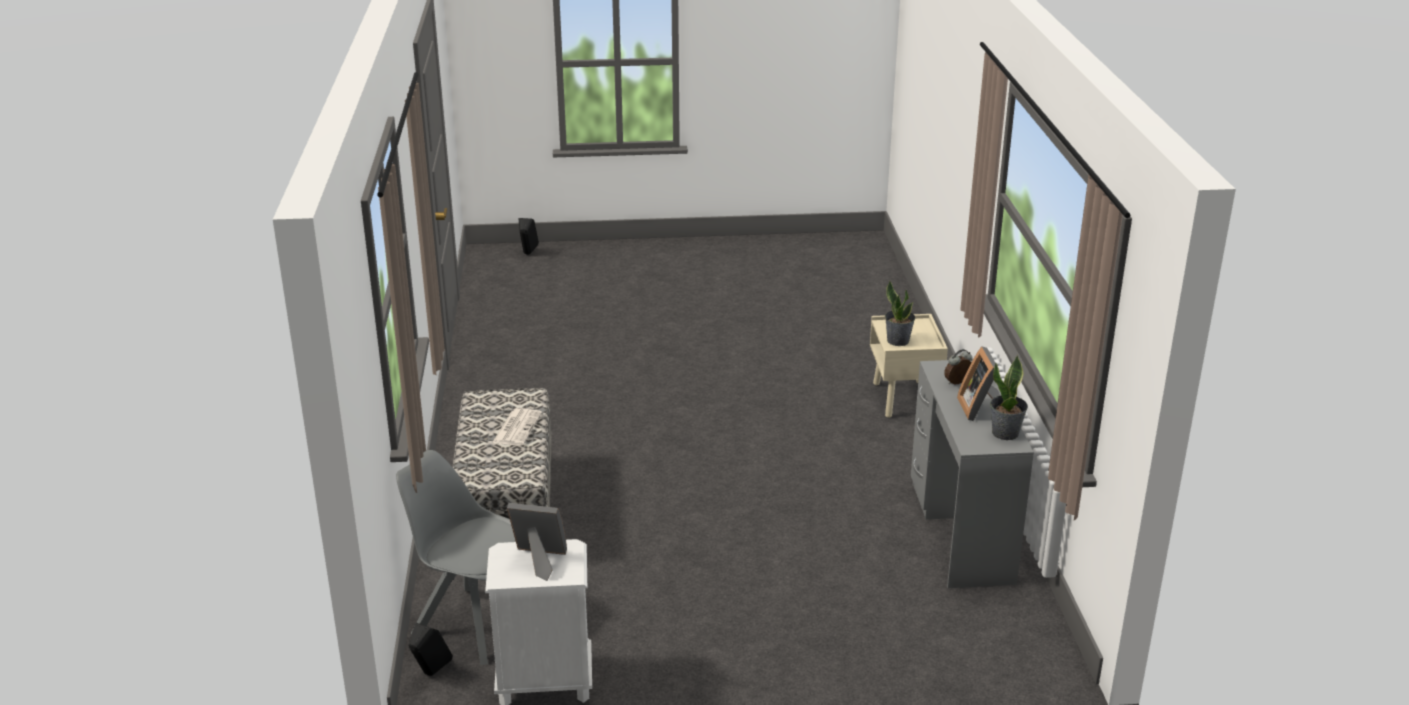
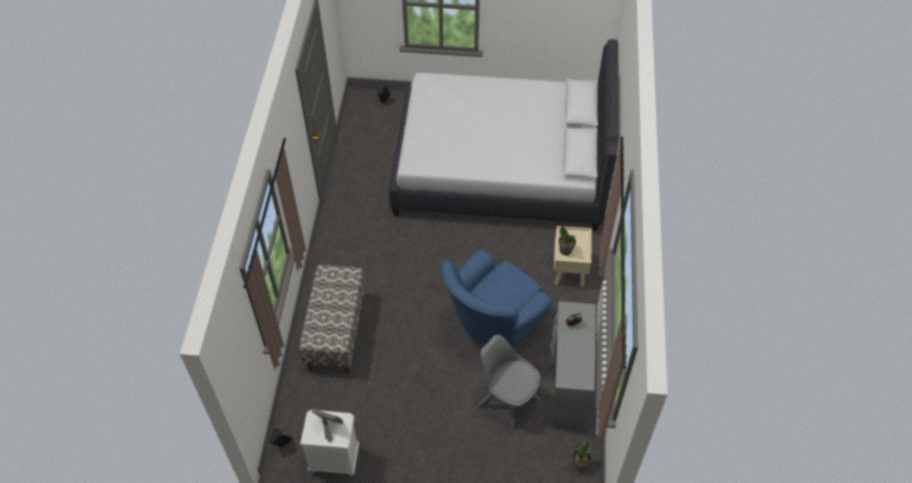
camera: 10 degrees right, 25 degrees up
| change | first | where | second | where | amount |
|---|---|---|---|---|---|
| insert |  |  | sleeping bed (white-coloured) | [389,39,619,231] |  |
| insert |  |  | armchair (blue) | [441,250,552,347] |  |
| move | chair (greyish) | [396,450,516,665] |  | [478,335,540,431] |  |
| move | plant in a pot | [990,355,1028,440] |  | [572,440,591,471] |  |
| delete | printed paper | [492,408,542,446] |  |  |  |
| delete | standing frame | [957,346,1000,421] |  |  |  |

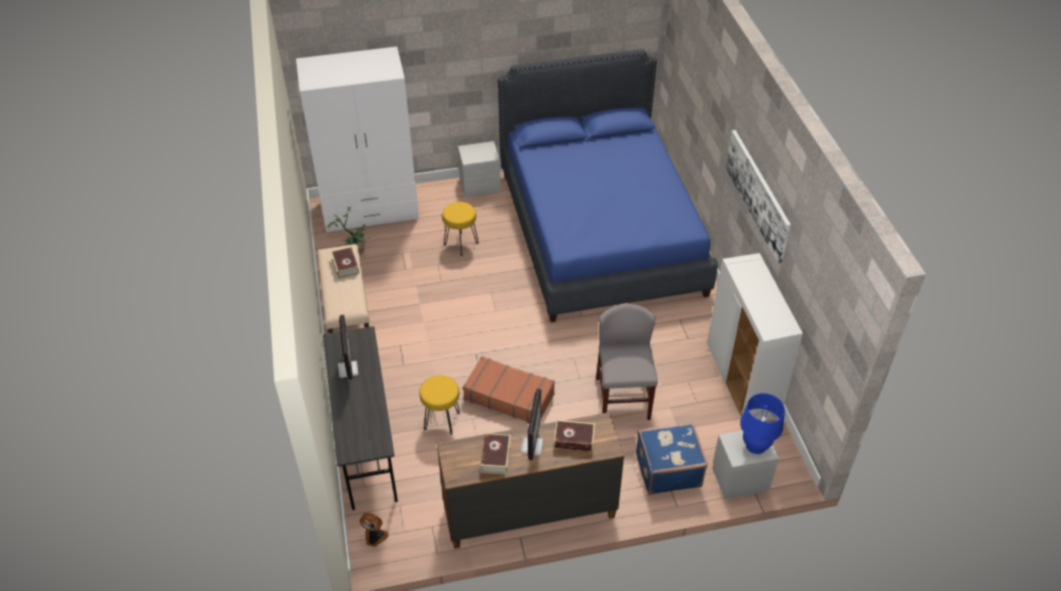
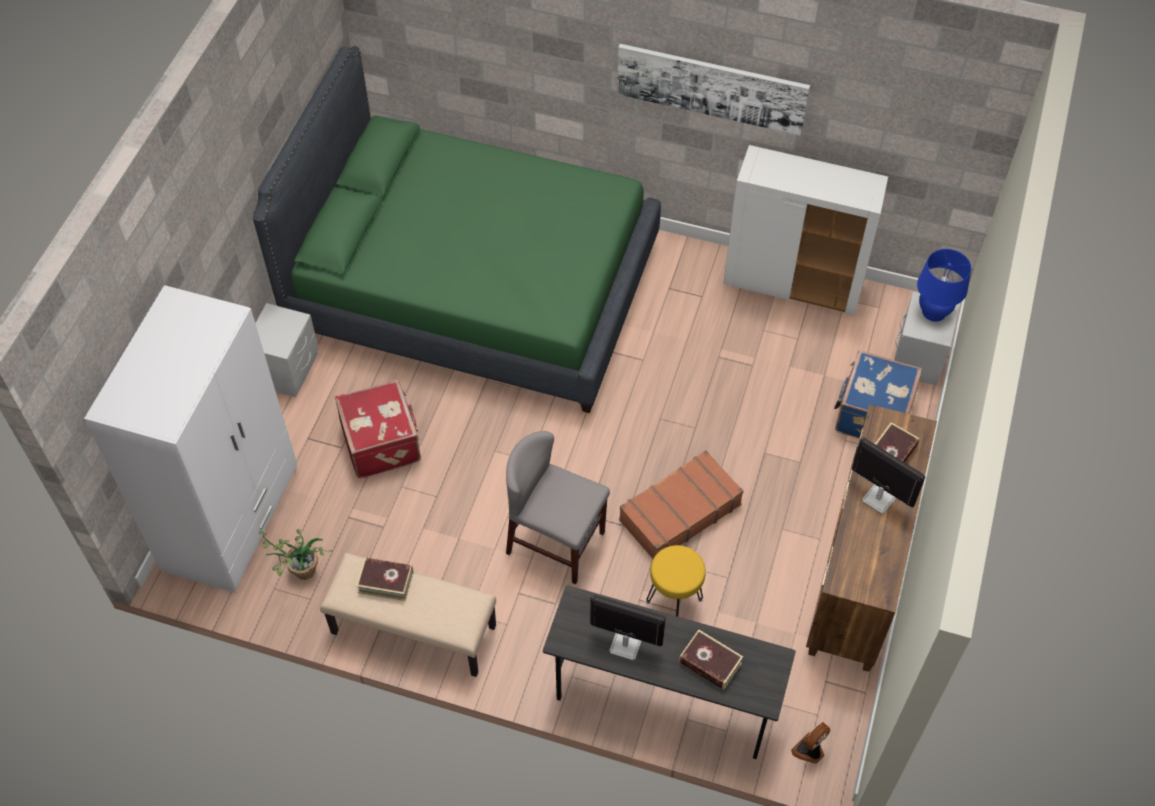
camera: 60 degrees left, 10 degrees up
| change | first | where | second | where | amount |
|---|---|---|---|---|---|
| recolor | sleeping bed (blue) | [498,49,718,322] | sleeping bed (greenish) | [253,46,661,413] |  |
| replace | stool seat (yellow) | [442,202,479,256] | piece of luggage (red-coloured) | [335,380,421,479] |  |
| move | chair (greyish) | [596,304,658,420] |  | [506,431,610,584] |  |
| move | volume | [480,433,511,475] |  | [679,630,743,690] |  |

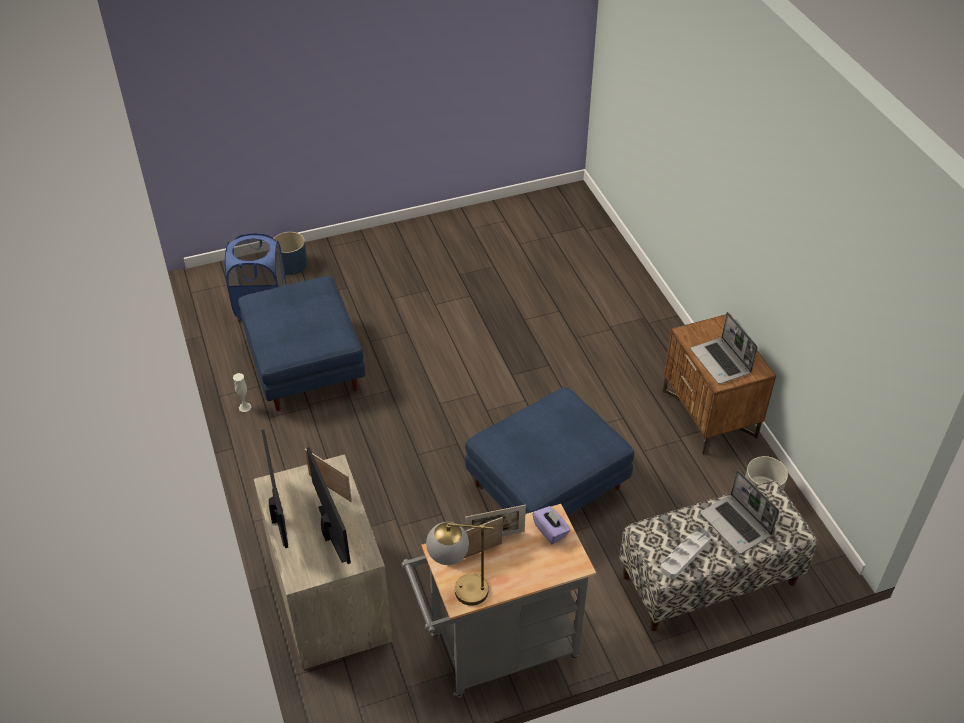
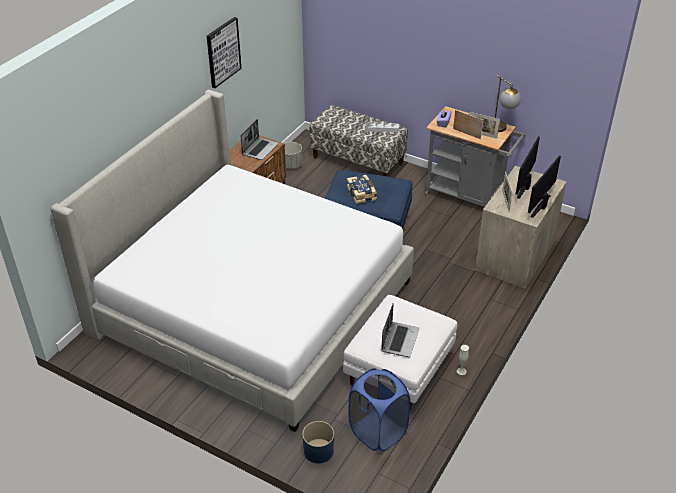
camera: 130 degrees left, 5 degrees down
| change | first | where | second | where | amount |
|---|---|---|---|---|---|
| insert |  |  | sleeping bed | [50,89,414,432] |  |
| insert |  |  | picture | [207,17,242,88] |  |
| recolor | footrest (blue) | [238,276,365,411] | footrest (white-coloured) | [343,295,457,410] |  |
| insert |  |  | volume | [347,175,377,204] |  |
| move | notebook computer | [700,470,779,554] |  | [381,303,420,357] |  |

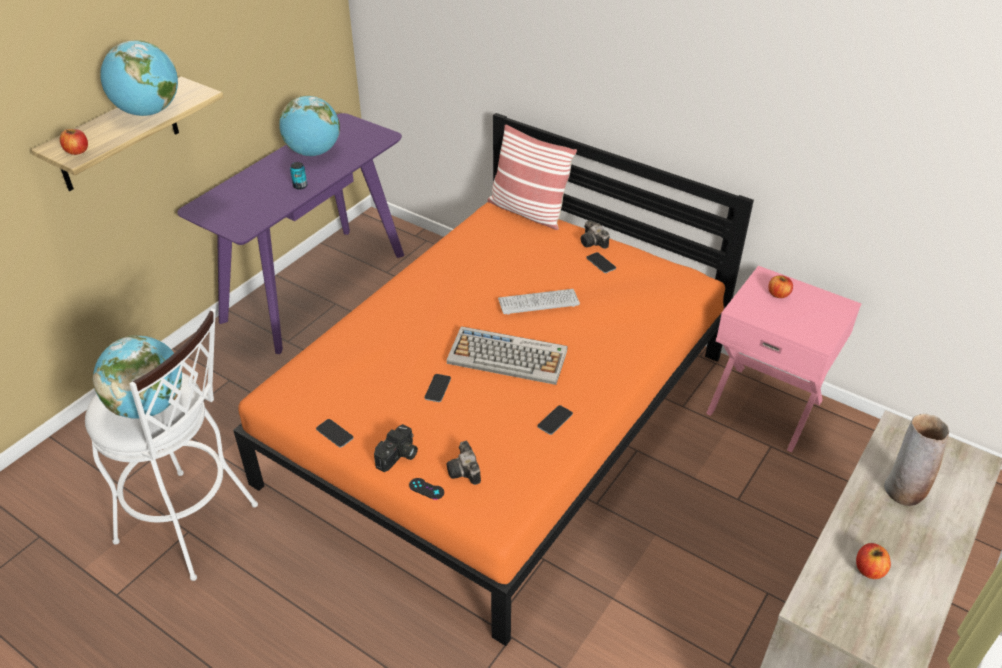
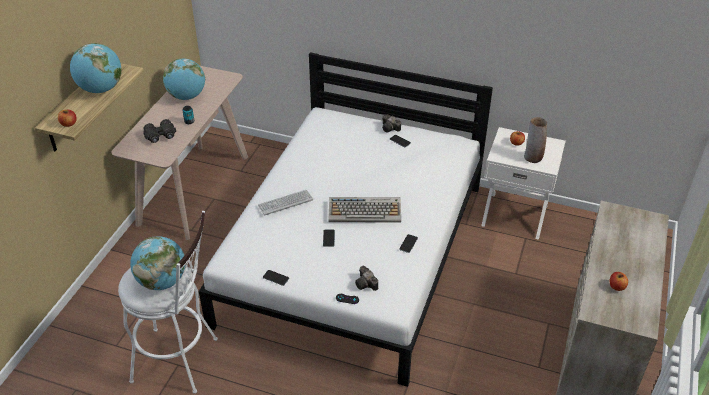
camera: 15 degrees left, 0 degrees up
| change | first | where | second | where | amount |
|---|---|---|---|---|---|
| recolor | narrow table (purple-coloured) | [177,113,404,354] | narrow table (beige) | [112,66,248,240] |  |
| insert |  |  | binoculars (black) | [143,119,176,143] |  |
| recolor | sleeping bed (orangey) | [233,113,754,646] | sleeping bed (white-coloured) | [199,52,493,387] |  |
| move | computer keyboard | [498,289,580,315] |  | [258,190,313,215] |  |
| recolor | night table (pink) | [706,266,861,452] | night table (white-coloured) | [481,127,566,240] |  |
| move | decorative vase | [884,414,949,506] |  | [524,117,547,163] |  |
| delete | photo camera | [374,424,418,472] |  |  |  |
| delete | pillow | [487,125,577,230] |  |  |  |

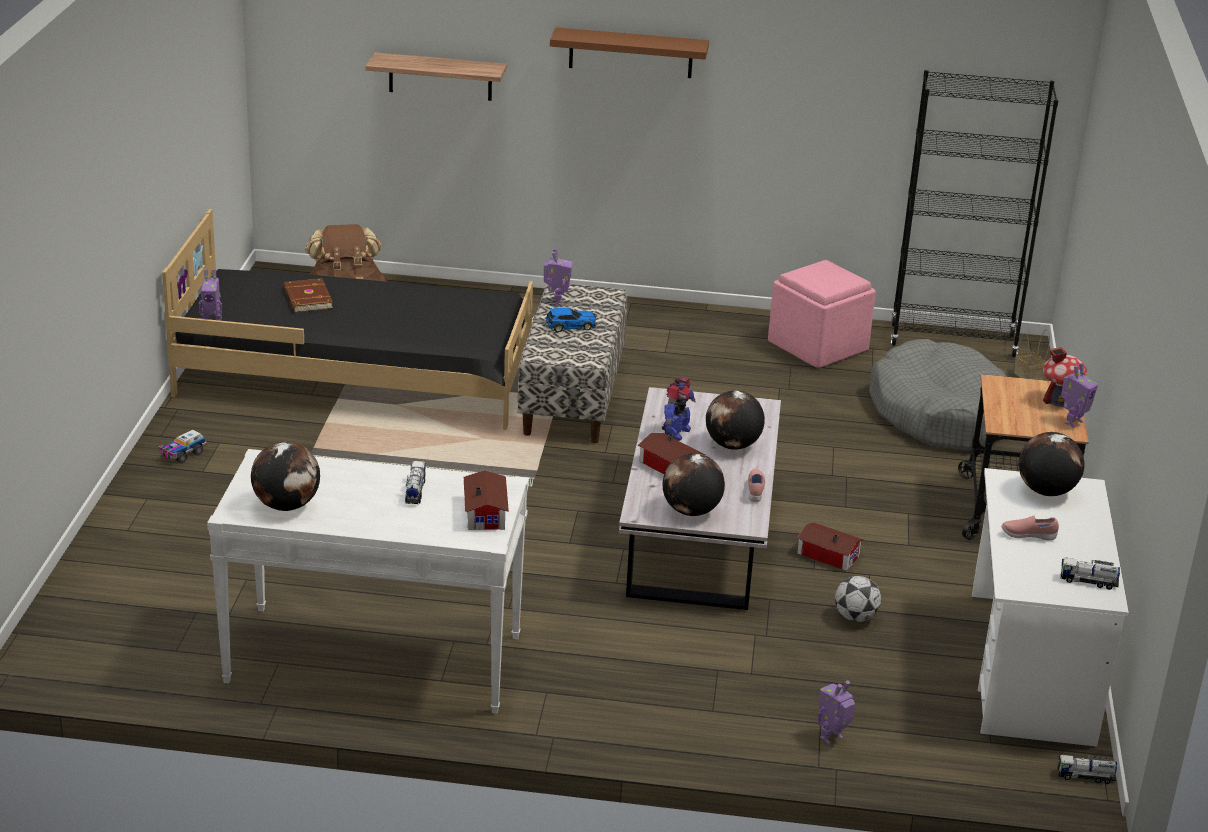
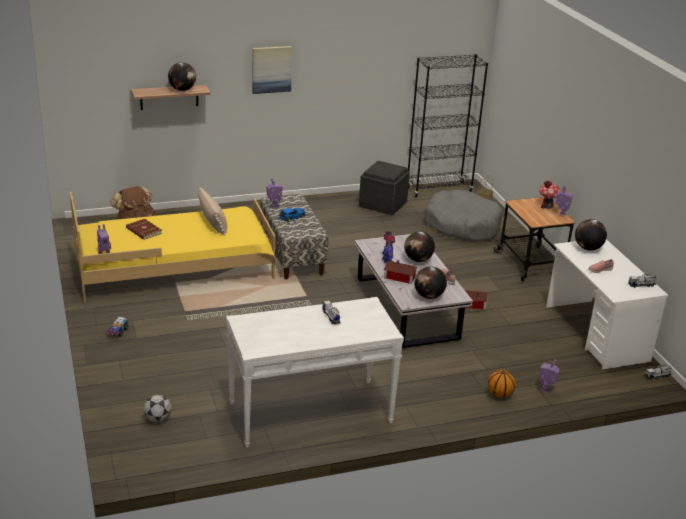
camera: 25 degrees left, 0 degrees up
| change | first | where | second | where | amount |
|---|---|---|---|---|---|
| recolor | sleeping bed (black) | [162,209,533,430] | sleeping bed (yellow) | [70,192,275,302] |  |
| move | football ball | [835,576,881,622] |  | [144,395,171,422] |  |
| move | globe | [251,441,320,511] |  | [168,62,196,91] |  |
| insert |  |  | pillow (beige) | [198,187,227,236] |  |
| replace | bracket shelf (brown-coloured) | [550,27,709,78] | picture | [252,46,292,94] |  |
| recolor | footrest (pink) | [768,260,876,368] | footrest (greyish) | [359,161,410,215] |  |
| insert |  |  | basketball | [488,370,516,398] |  |
| delete | model house | [464,470,509,530] |  |  |  |

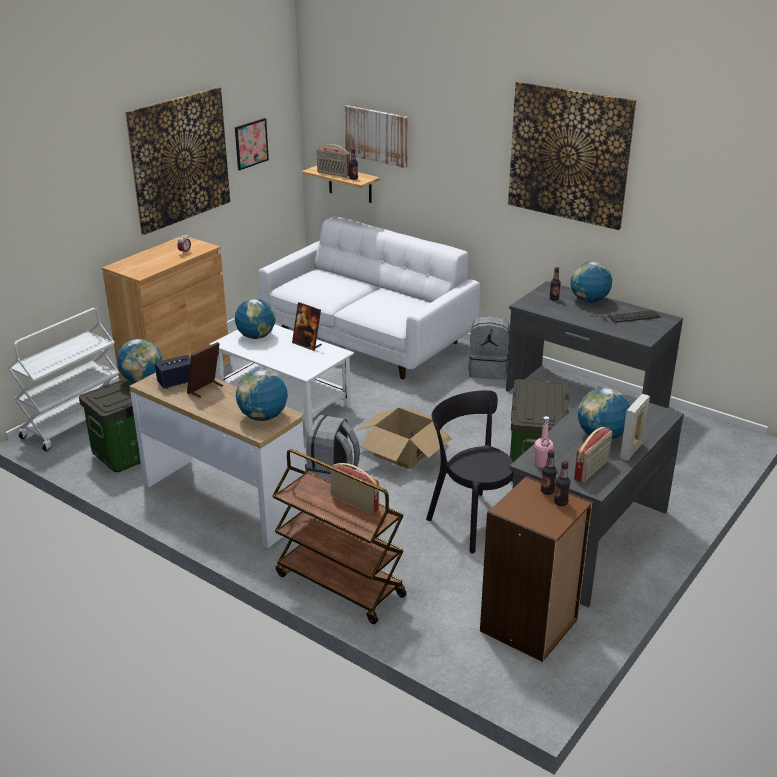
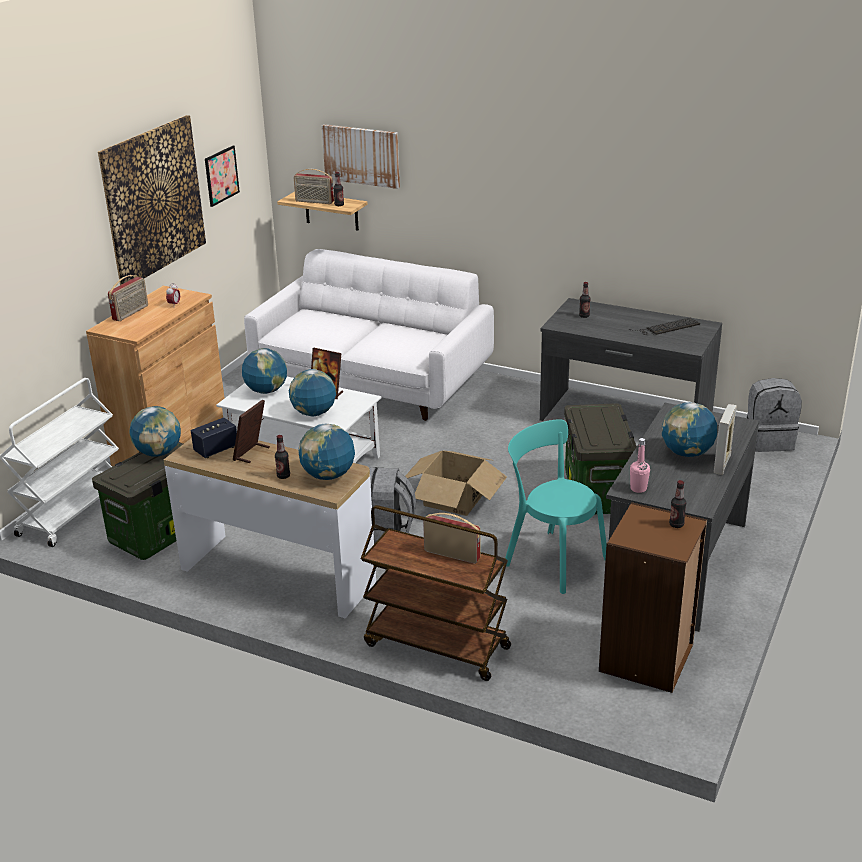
camera: 10 degrees left, 0 degrees up
| change | first | where | second | where | amount |
|---|---|---|---|---|---|
| move | radio receiver | [574,427,613,483] |  | [108,275,148,321] |  |
| move | drink bottle | [541,450,557,495] |  | [275,435,290,479] |  |
| move | globe | [571,261,612,303] |  | [289,369,336,416] |  |
| recolor | chair (black) | [426,390,514,553] | chair (blue-green) | [505,419,607,594] |  |
| move | knapsack (greyish) | [468,316,510,380] |  | [747,378,802,452] |  |
| delete | picture | [508,81,636,230] |  |  |  |

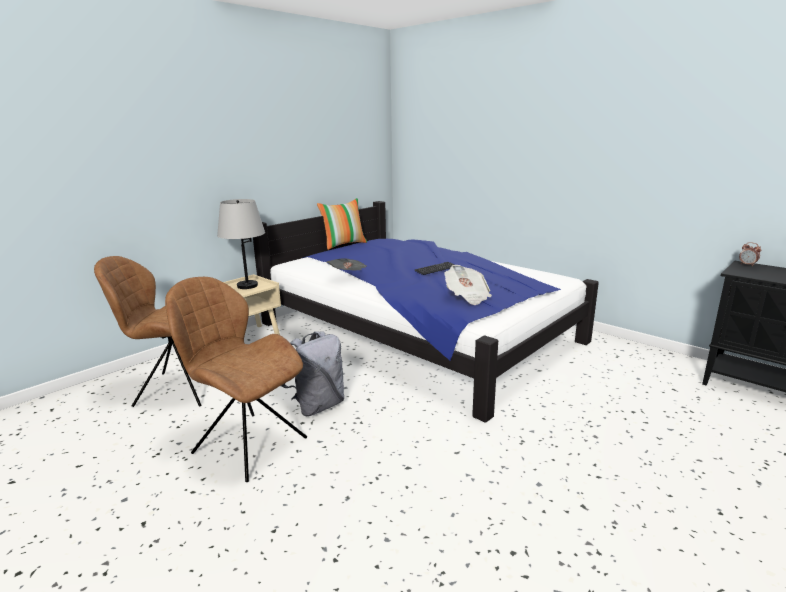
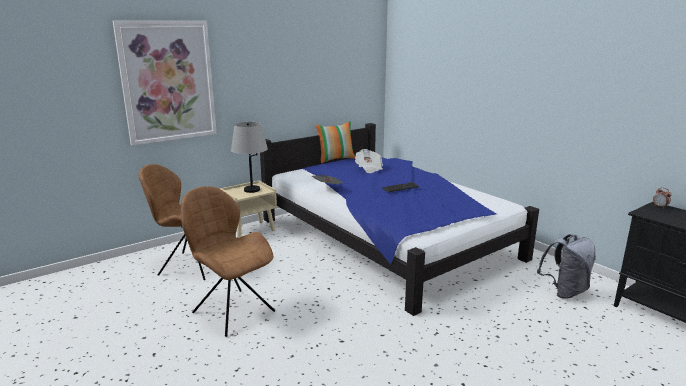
camera: 10 degrees right, 0 degrees up
| change | first | where | second | where | amount |
|---|---|---|---|---|---|
| insert |  |  | picture | [113,21,217,145] |  |
| move | printed paper | [444,265,492,305] |  | [355,149,383,173] |  |
| move | knapsack (greyish) | [281,331,345,416] |  | [537,234,596,299] |  |

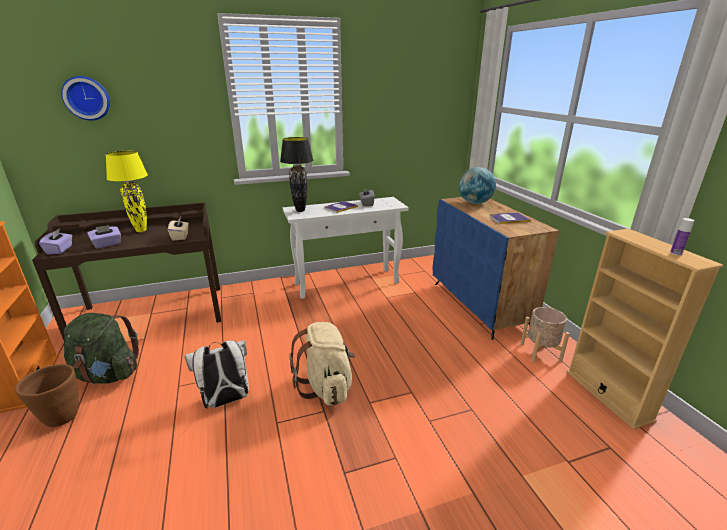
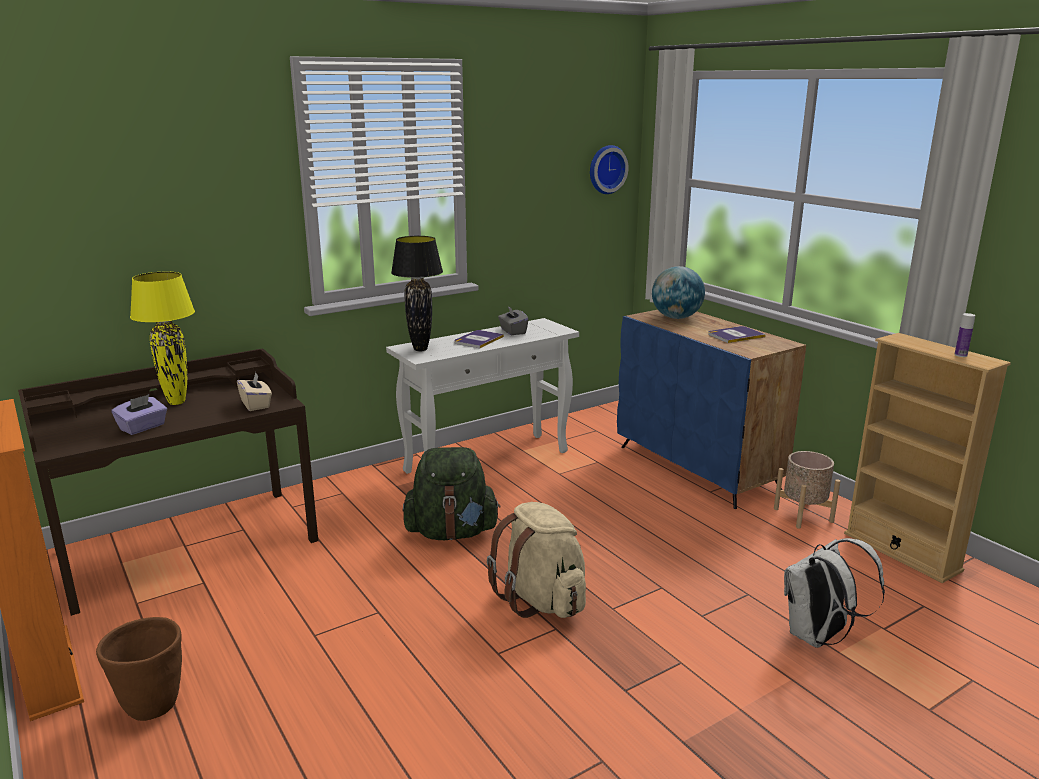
camera: 15 degrees left, 5 degrees down
| change | first | where | second | where | amount |
|---|---|---|---|---|---|
| move | knapsack (greenish) | [64,313,139,384] |  | [402,447,501,540] |  |
| move | hanging clock | [61,76,110,121] |  | [590,145,629,194] |  |
| move | knapsack (white-coloured) | [185,340,249,408] |  | [784,538,885,648] |  |
| delete | box of tissues (purple-coloured) | [39,228,72,254] |  |  |  |

